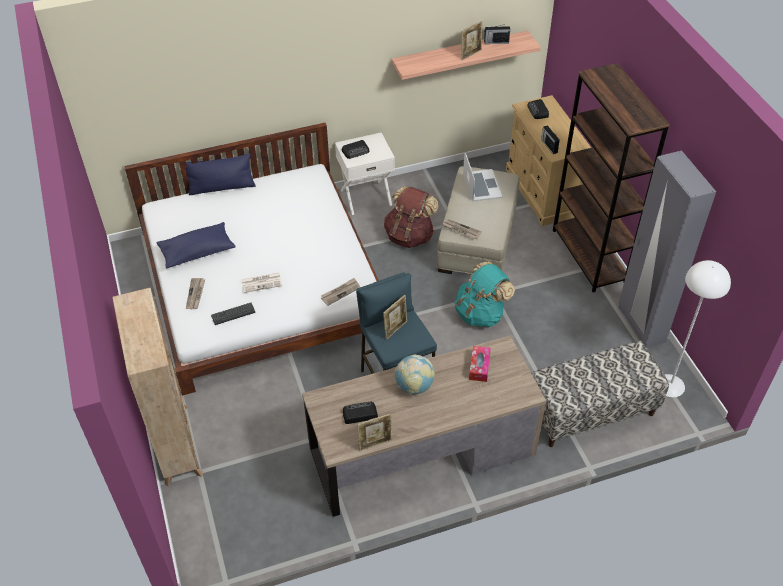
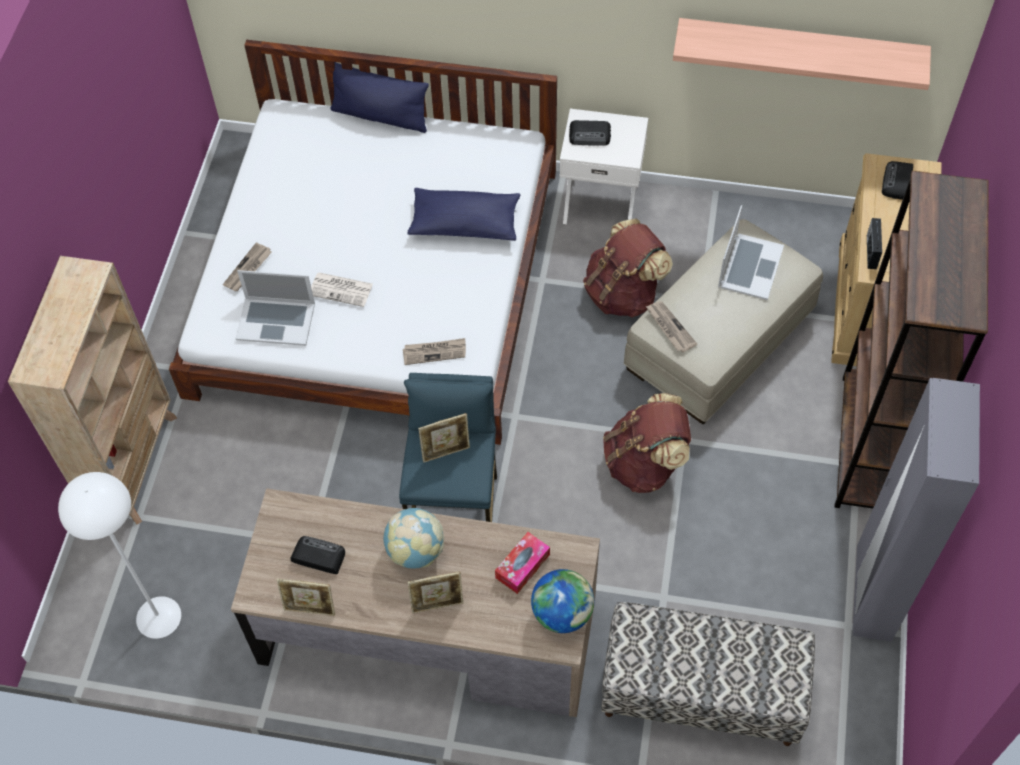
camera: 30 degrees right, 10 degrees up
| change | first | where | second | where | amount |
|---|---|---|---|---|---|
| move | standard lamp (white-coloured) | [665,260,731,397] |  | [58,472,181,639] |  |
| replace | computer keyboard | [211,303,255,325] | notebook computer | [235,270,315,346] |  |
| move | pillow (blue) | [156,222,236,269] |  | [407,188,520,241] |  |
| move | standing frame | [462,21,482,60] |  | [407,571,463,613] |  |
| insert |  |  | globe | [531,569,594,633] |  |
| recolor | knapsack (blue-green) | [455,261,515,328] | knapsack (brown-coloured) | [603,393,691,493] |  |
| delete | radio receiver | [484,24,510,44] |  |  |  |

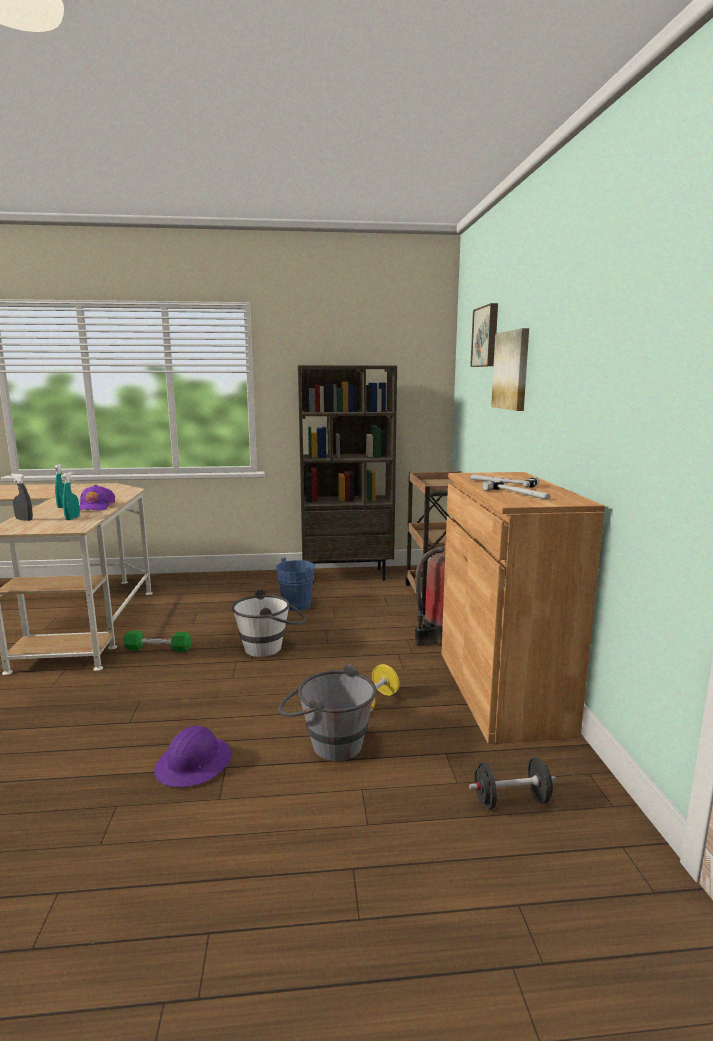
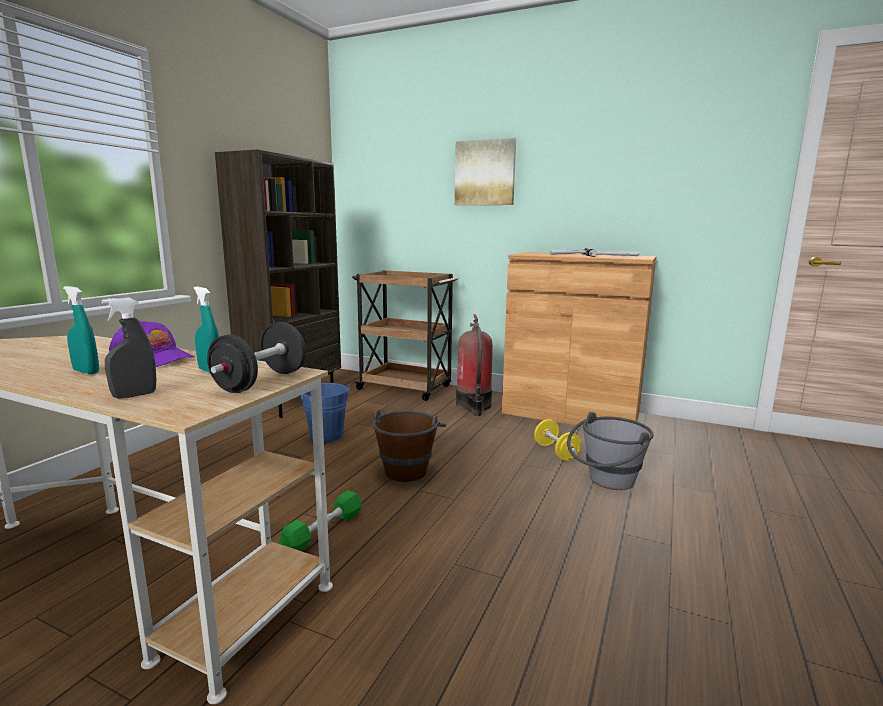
camera: 60 degrees left, 0 degrees up
| change | first | where | second | where | amount |
|---|---|---|---|---|---|
| move | dumbbell (black) | [469,757,556,809] |  | [207,322,306,393] |  |
| recolor | water bucket (white-coloured) | [232,589,306,657] | water bucket (brown-coloured) | [372,410,446,482] |  |
| delete | safety helmet (purple-coloured) | [154,726,231,787] |  |  |  |
| delete | picture | [470,303,498,367] |  |  |  |

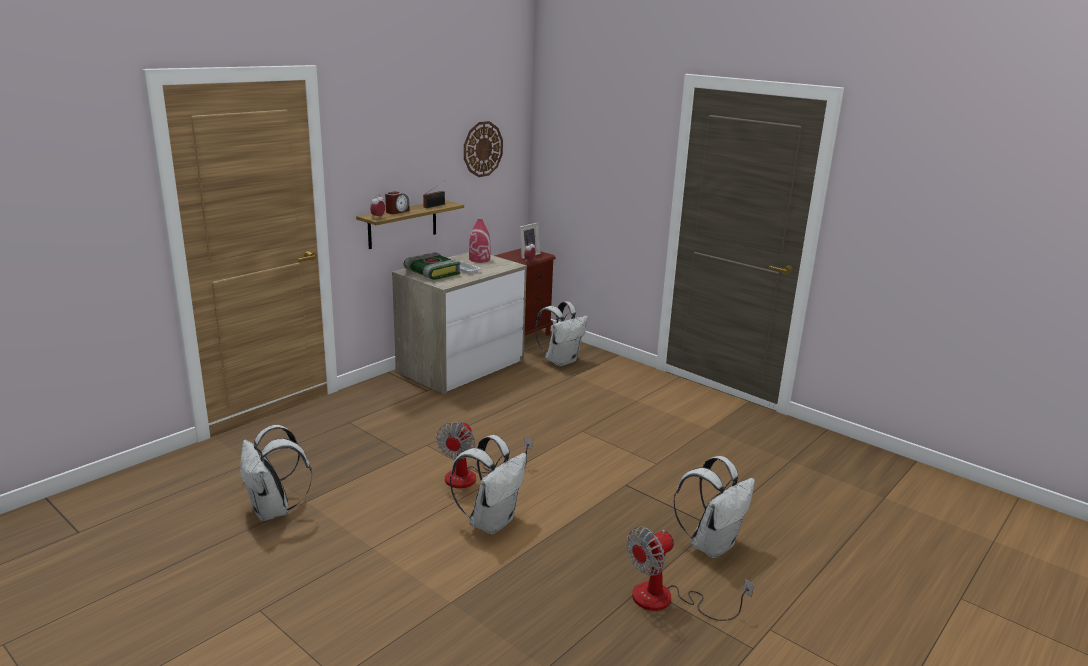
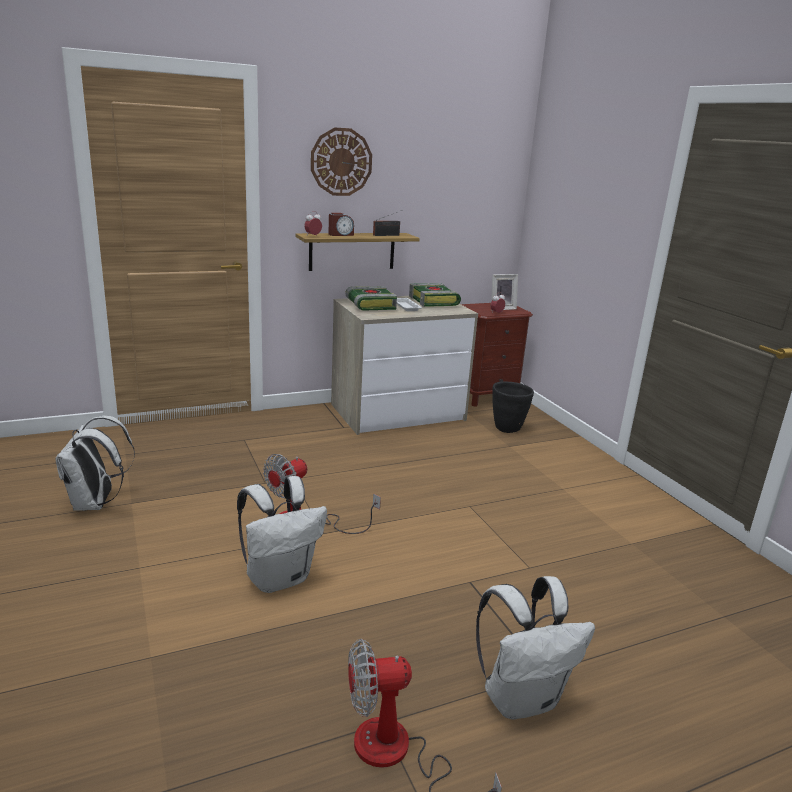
camera: 25 degrees right, 0 degrees up
| change | first | where | second | where | amount |
|---|---|---|---|---|---|
| move | hanging clock | [464,121,503,177] |  | [311,127,372,196] |  |
| replace | decorative vase (red-coloured) | [469,219,490,263] | volume | [409,283,461,307] |  |
| replace | knapsack (white-coloured) | [535,301,588,367] | planter (black) | [492,381,534,433] |  |

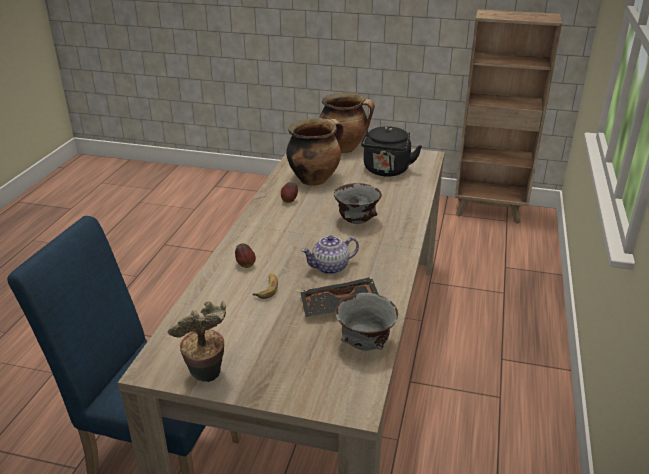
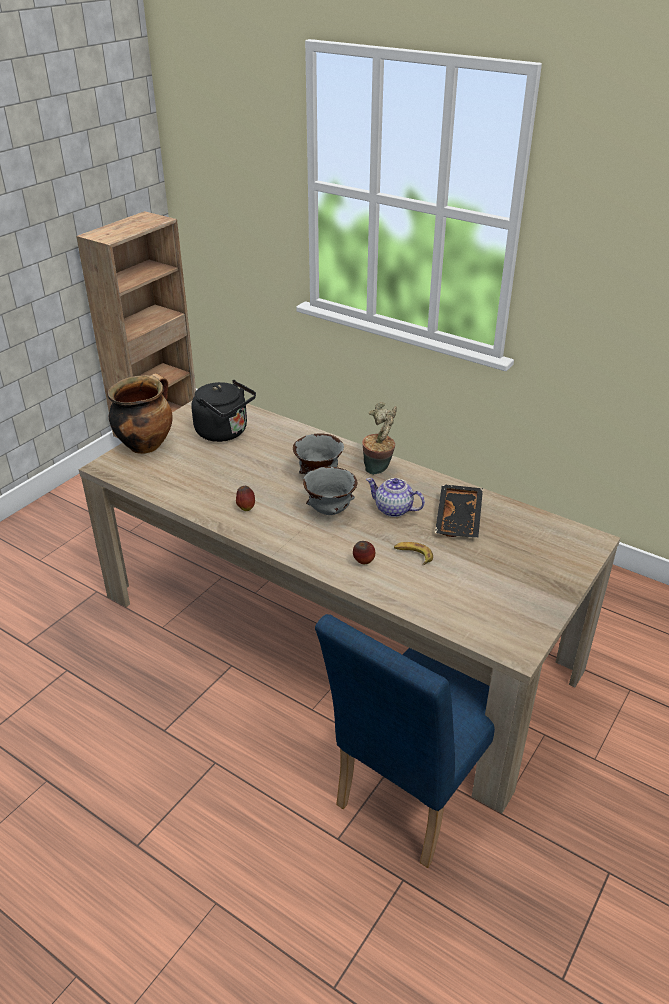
camera: 70 degrees left, 5 degrees up
| change | first | where | second | where | amount |
|---|---|---|---|---|---|
| move | serving bowl (greyish) | [335,293,398,351] |  | [303,467,357,515] |  |
| move | plant in a pot | [168,301,226,382] |  | [362,402,397,475] |  |
| rotate | teapot | [301,235,359,274] |  | [366,478,425,517] | 120 degrees clockwise |
| delete | stockpot | [286,118,344,186] |  |  |  |

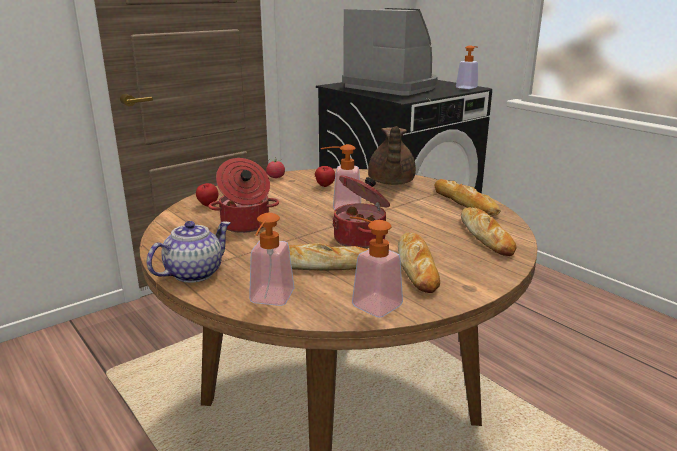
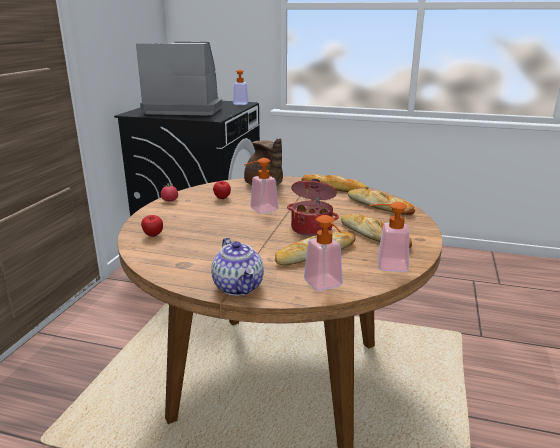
camera: 35 degrees left, 0 degrees up
| change | first | where | second | where | amount |
|---|---|---|---|---|---|
| rotate | teapot | [147,221,231,283] |  | [211,237,264,296] | 150 degrees clockwise |
| delete | stockpot | [208,158,279,233] |  |  |  |

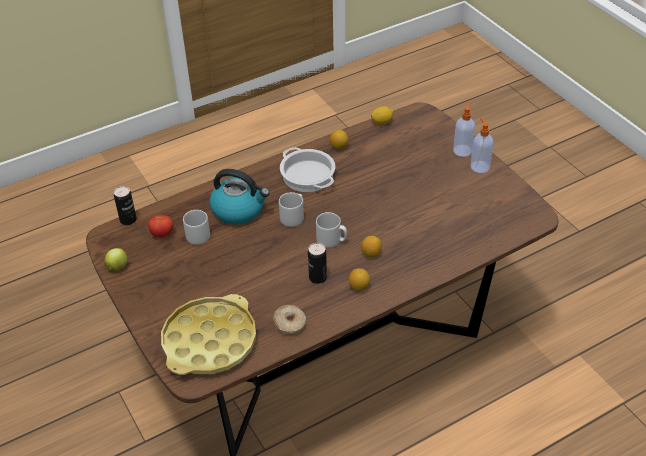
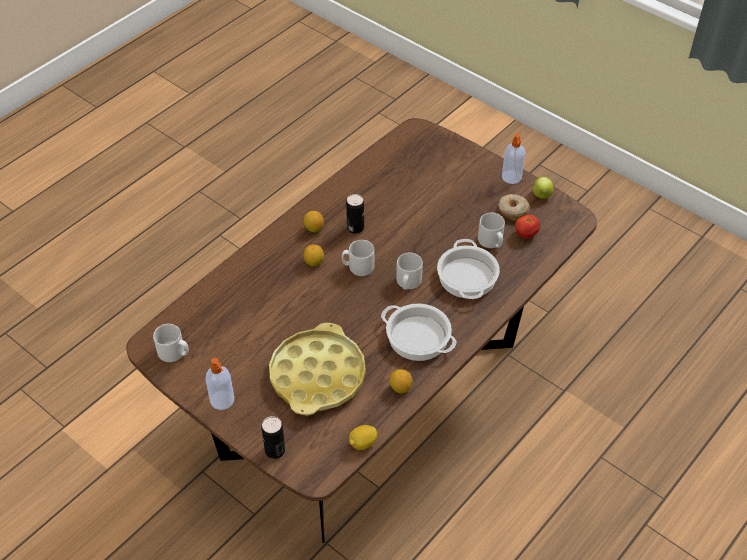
camera: 160 degrees right, 5 degrees up
| change | first | where | second | where | amount |
|---|---|---|---|---|---|
| insert |  |  | mug (greyish) | [153,324,189,362] |  |
| move | metal can | [114,186,137,225] |  | [262,416,285,459] |  |
| move | serving tray (yellow) | [161,294,256,375] |  | [269,323,366,416] |  |
| replace | water kettle | [210,169,270,225] | stockpot | [437,239,500,299] |  |
| move | donut | [273,305,306,335] |  | [498,194,530,220] |  |
| move | liquid soap bottle | [453,102,475,157] |  | [502,133,525,184] |  |

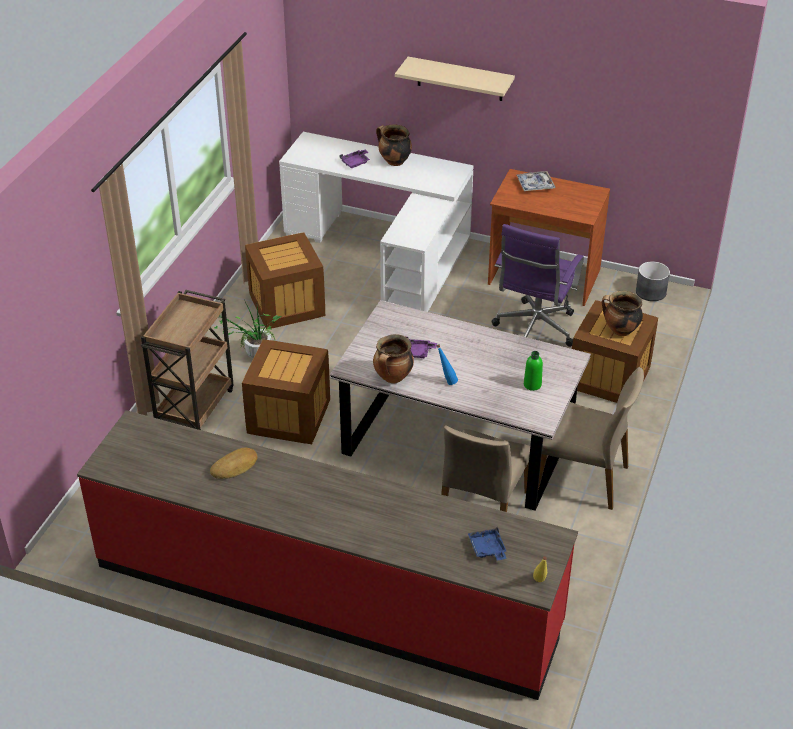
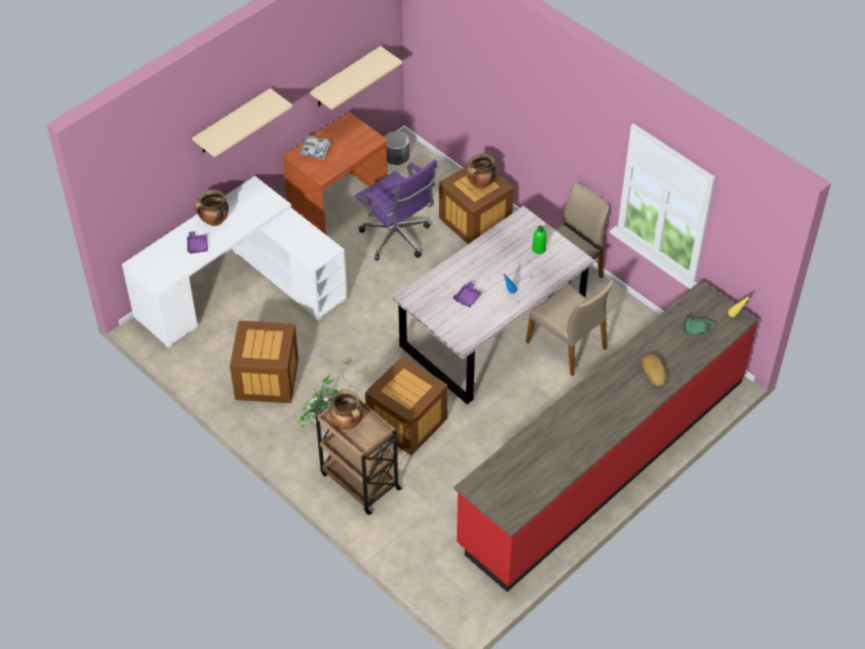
camera: 65 degrees left, 10 degrees up
| change | first | where | second | where | amount |
|---|---|---|---|---|---|
| insert |  |  | bracket shelf (beige) | [310,46,402,110] |  |
| move | stockpot | [373,334,414,384] |  | [329,390,363,430] |  |
| move | bakery bread | [210,448,258,479] |  | [642,354,667,386] |  |
| recolor | serving tray (blue) | [468,527,507,560] | serving tray (greenish) | [683,315,714,336] |  |

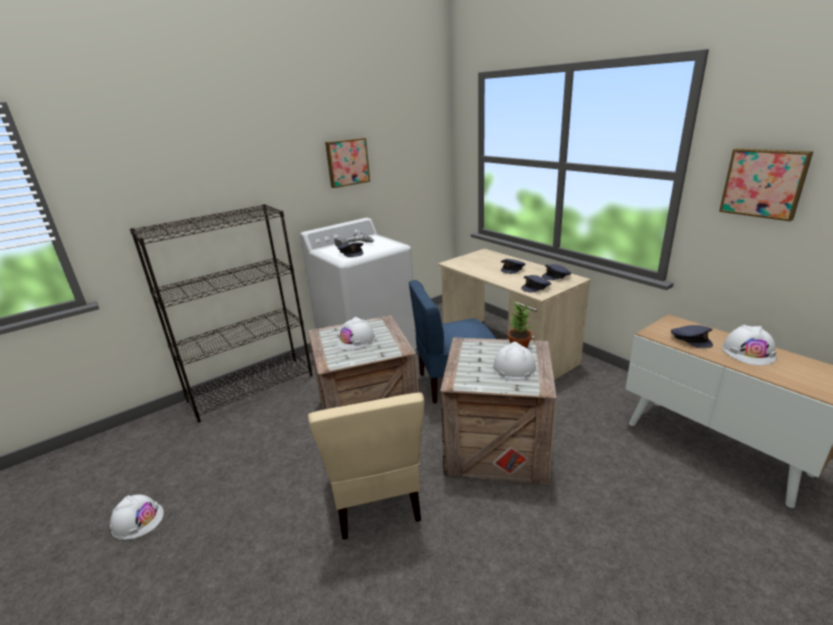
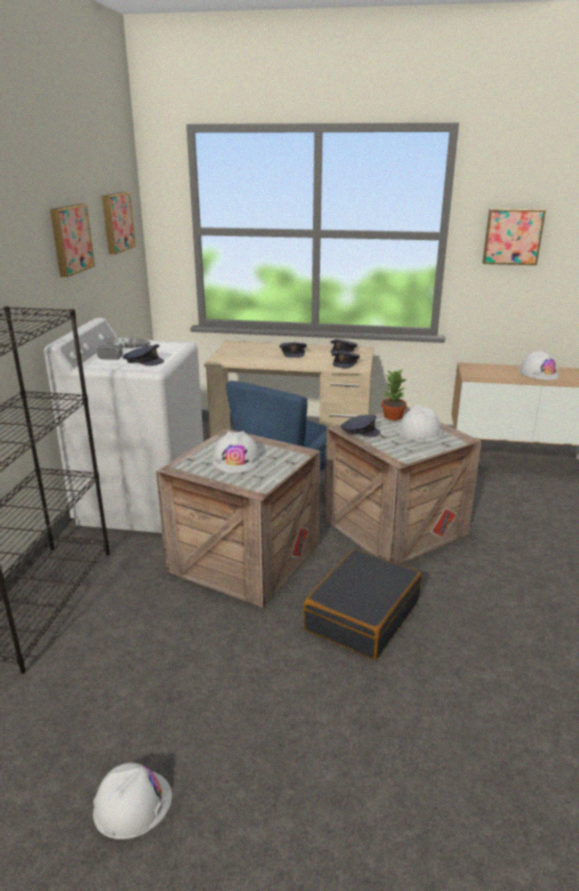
camera: 45 degrees left, 0 degrees up
| change | first | where | second | where | amount |
|---|---|---|---|---|---|
| insert |  |  | picture | [102,192,136,254] |  |
| replace | chair (beige) | [308,392,424,540] | piece of luggage (black) | [303,549,422,660] |  |
| move | baseball cap (greyish) | [671,325,713,348] |  | [340,415,381,437] |  |

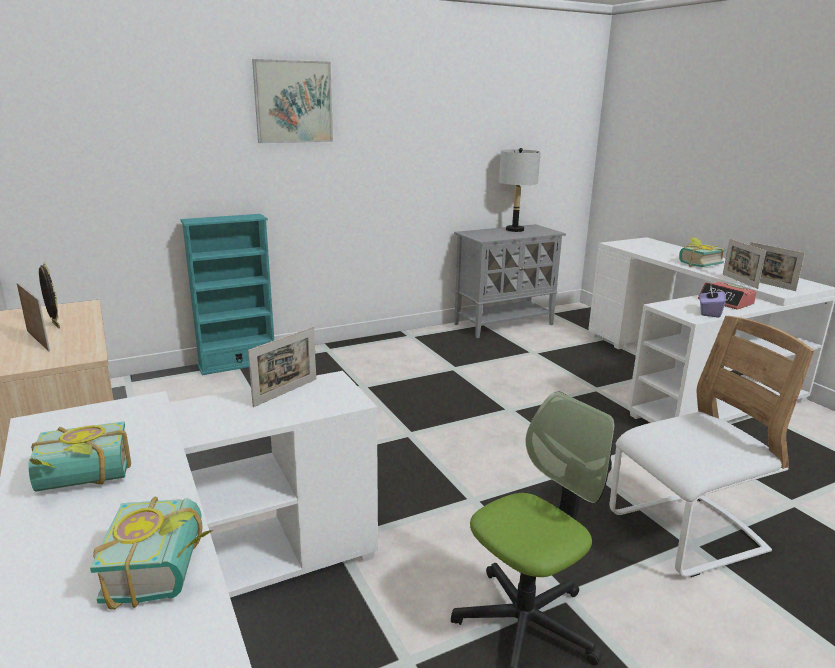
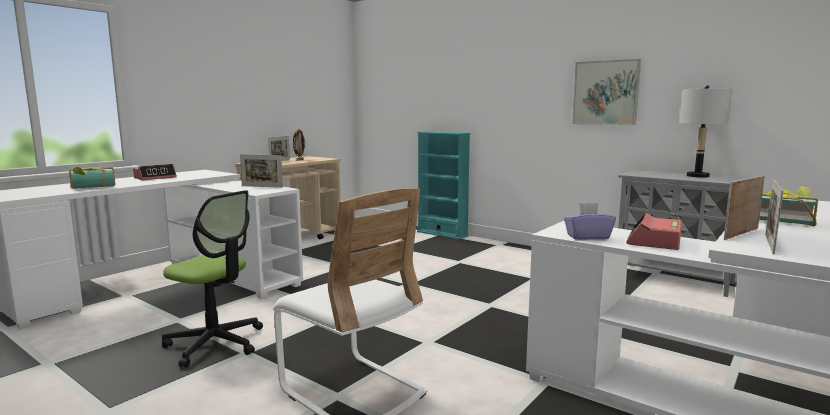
camera: 65 degrees right, 10 degrees down
| change | first | where | second | where | amount |
|---|---|---|---|---|---|
| replace | volume | [28,421,131,492] | alarm clock | [133,164,177,180] |  |
| move | picture | [252,59,333,143] |  | [572,59,641,125] |  |

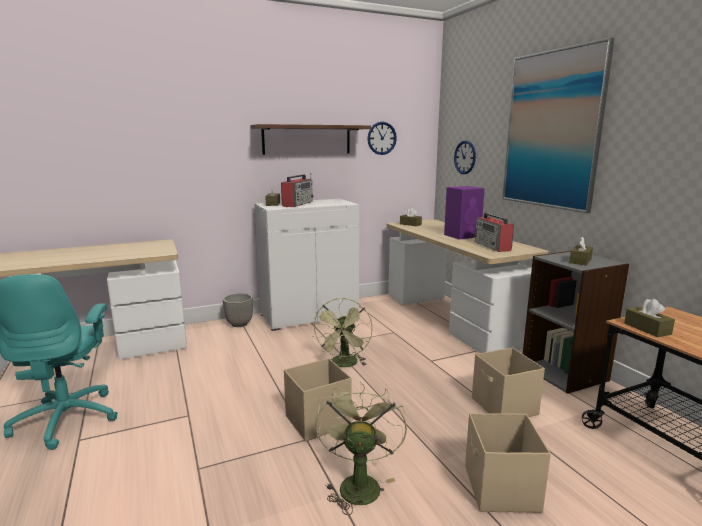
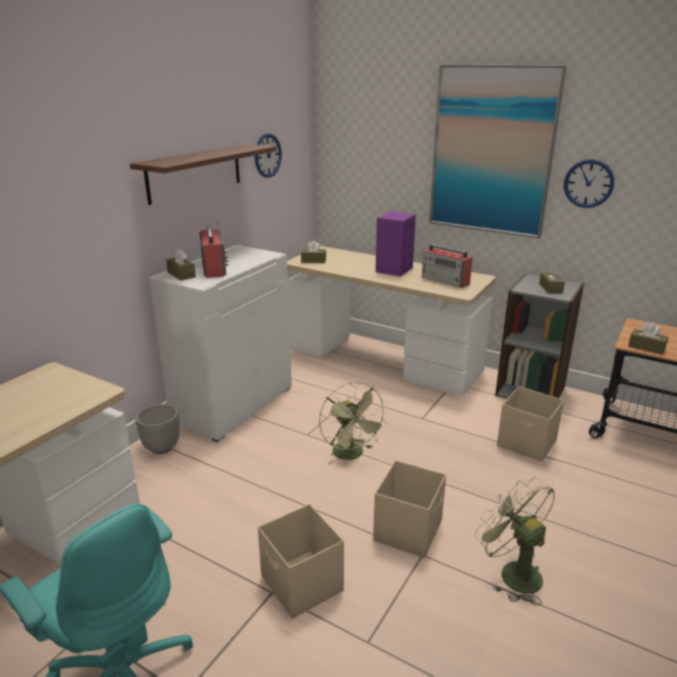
camera: 35 degrees left, 10 degrees up
| change | first | where | second | where | amount |
|---|---|---|---|---|---|
| move | storage box (beige) | [465,413,551,513] |  | [258,504,344,619] |  |
| move | hanging clock | [454,140,476,174] |  | [564,159,614,208] |  |

